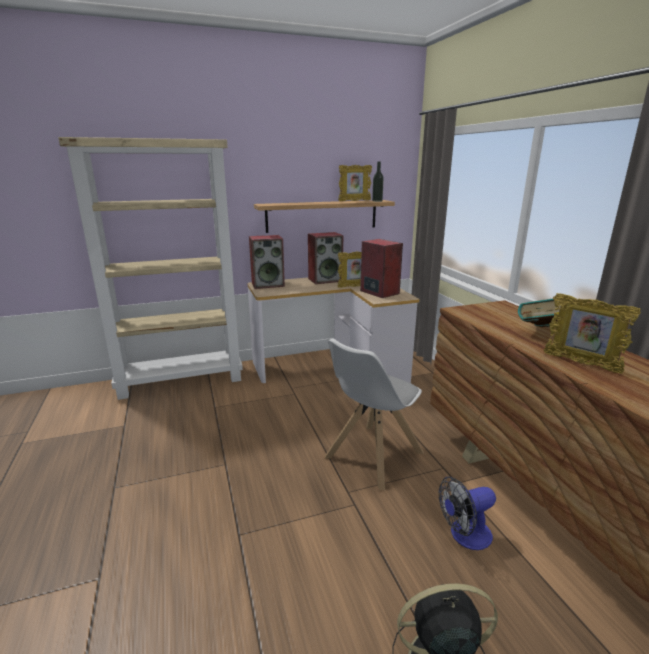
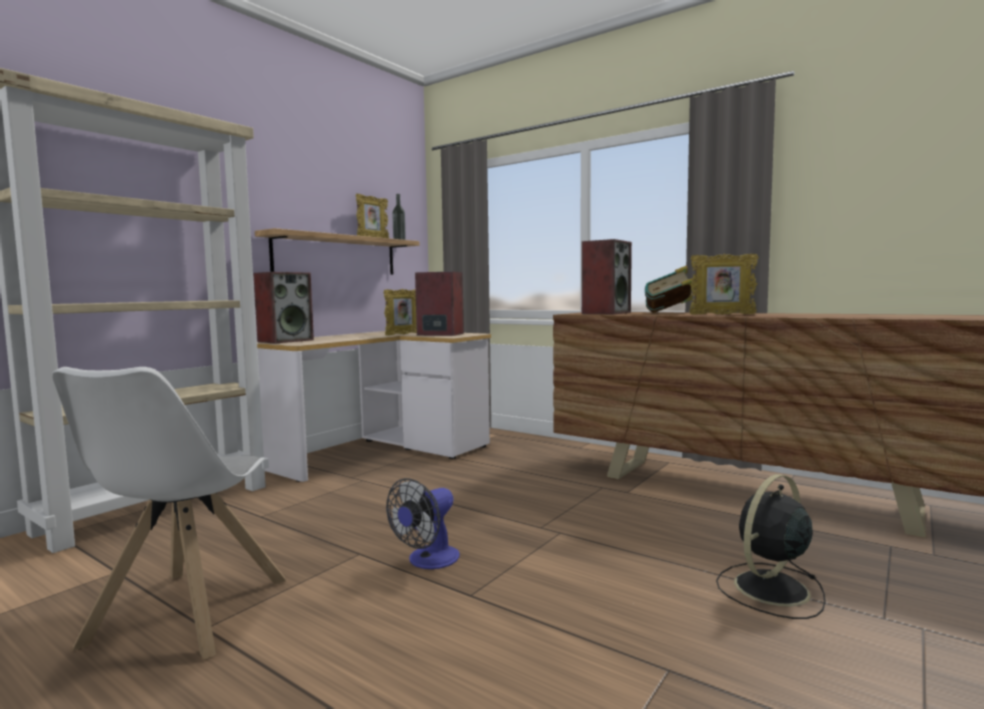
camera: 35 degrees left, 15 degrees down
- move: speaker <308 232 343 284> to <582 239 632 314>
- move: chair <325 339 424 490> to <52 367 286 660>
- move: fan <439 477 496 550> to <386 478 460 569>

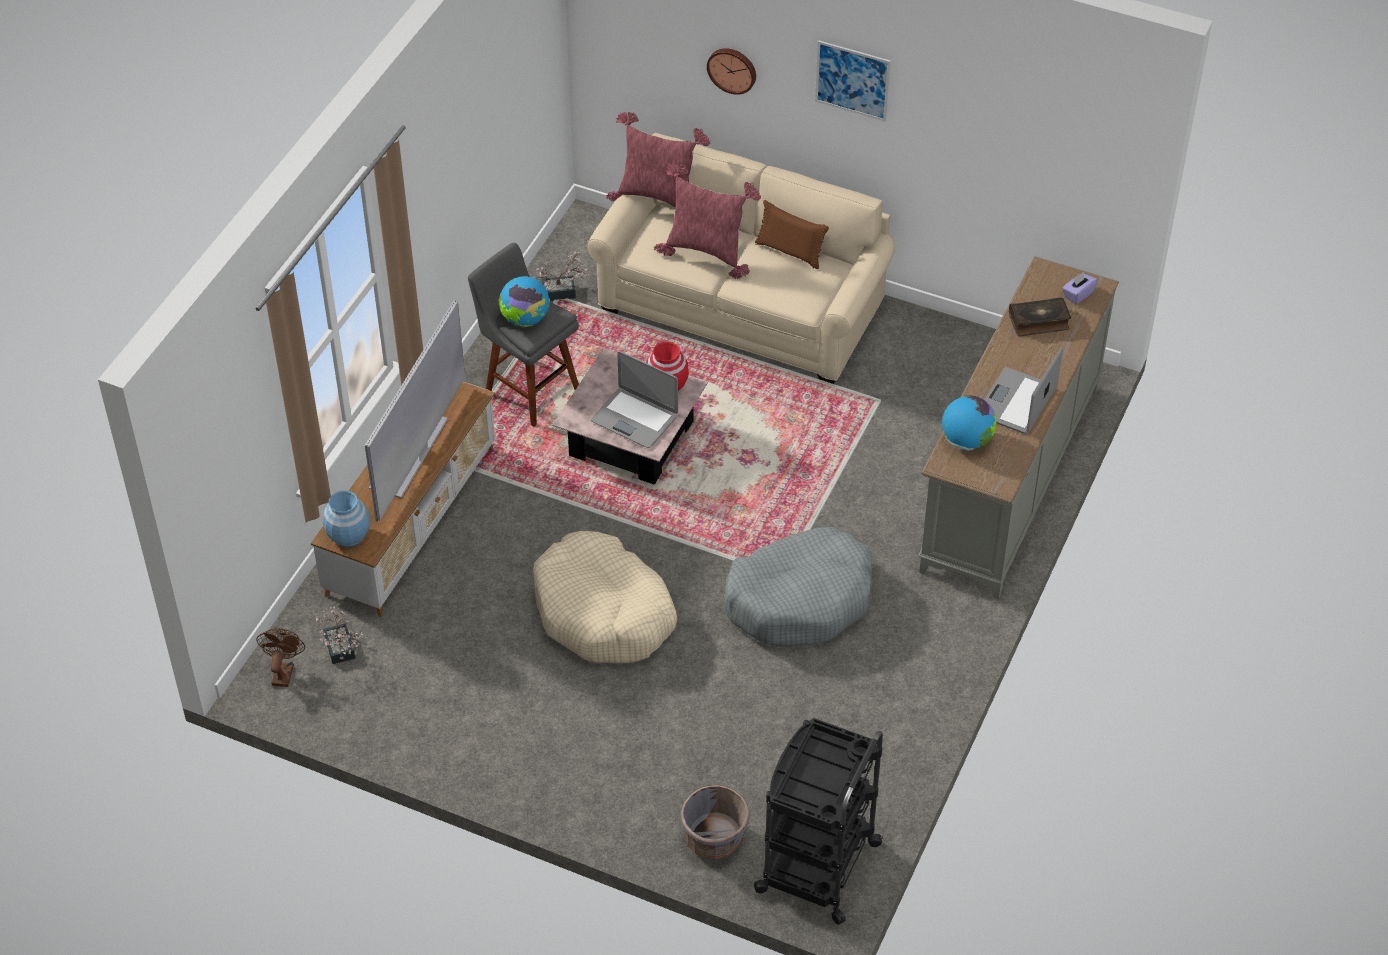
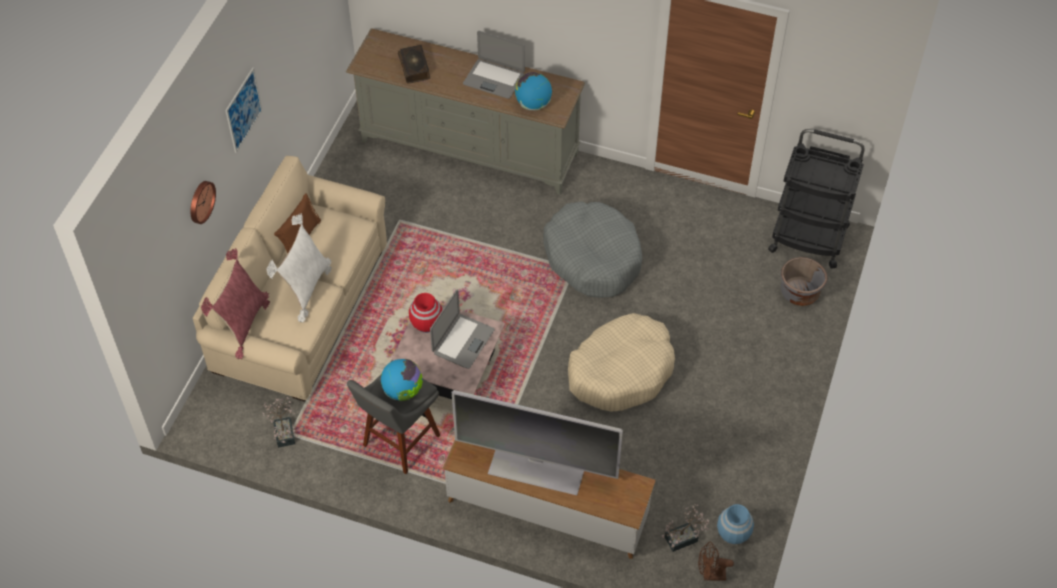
camera: 95 degrees left, 5 degrees up
- move: decorative vase/blue <323 490 370 547> to <717 504 754 544>
- recolor: throw pillow/reddish <654 163 761 280> to throw pillow/white <266 213 332 322>
- delete: tissue box/purple <1062 272 1098 304>

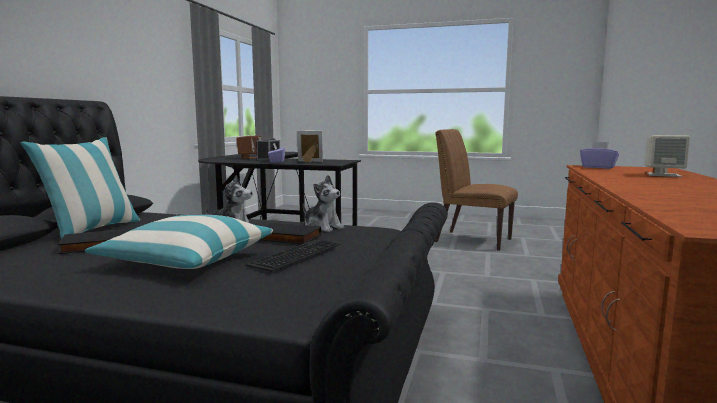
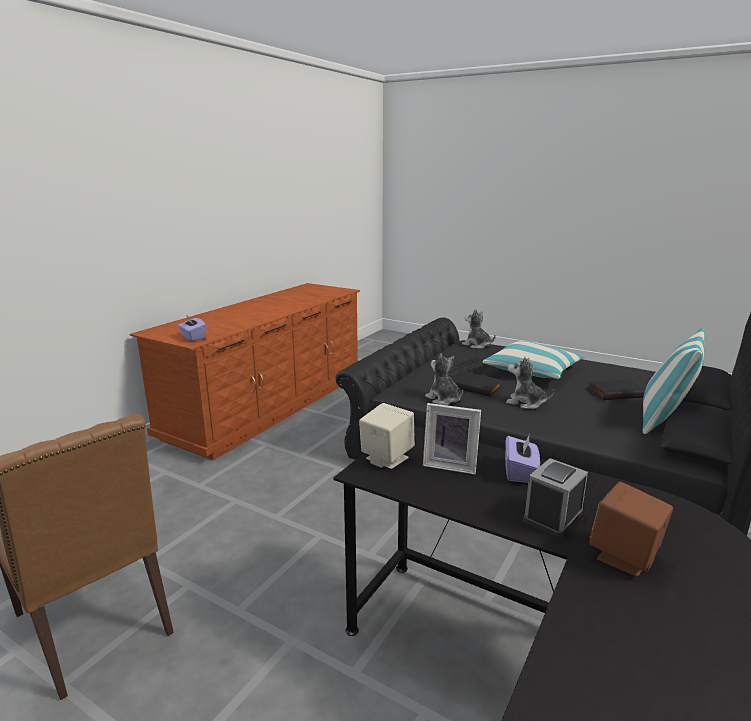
camera: 165 degrees left, 10 degrees up
- move: speaker/beige <645 135 690 177> to <359 403 415 469>
- insert: cuddly toy <462 309 496 349>

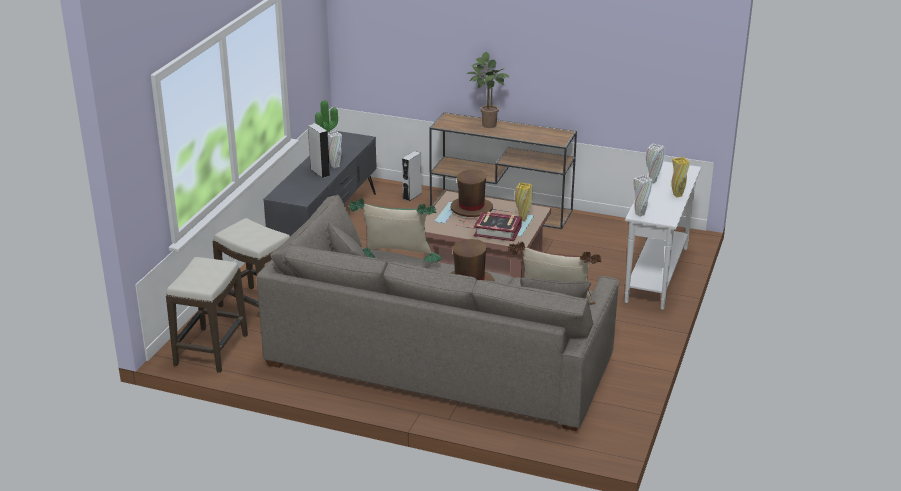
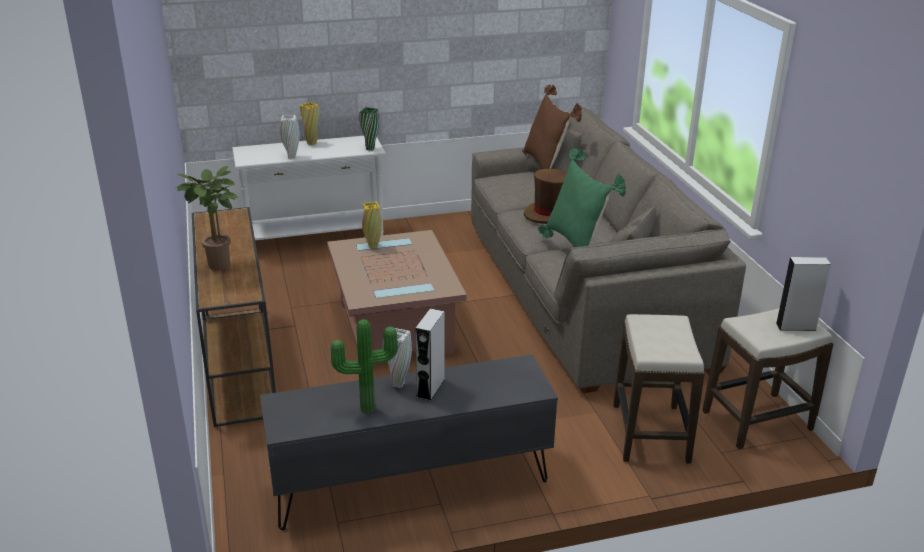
camera: 125 degrees left, 0 degrees up
- move: speaker/greyish <402 151 422 201> to <776 257 831 331>
- delete: clothing hat/brown-coloured <451 170 493 217>
- delete: book <474 212 522 241>
- recolor: decorative vase/white <633 175 653 217> to decorative vase/greenish <359 107 379 151>

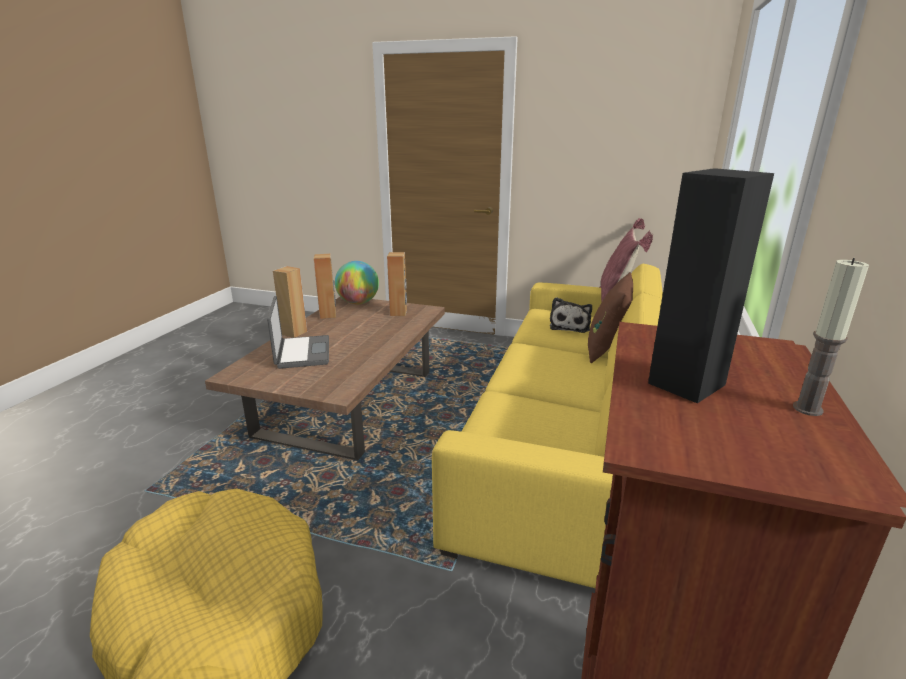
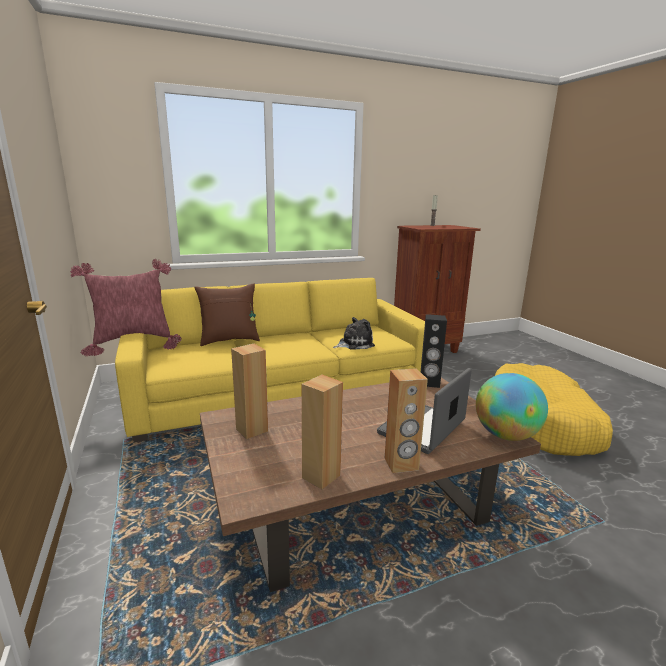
camera: 130 degrees left, 5 degrees down
- move: desk globe <335 261 379 304> to <476 373 548 441>
- move: cuddly toy <550 297 592 333> to <333 317 375 350>
- move: speaker/black-coloured <648 168 774 403> to <421 314 447 388>

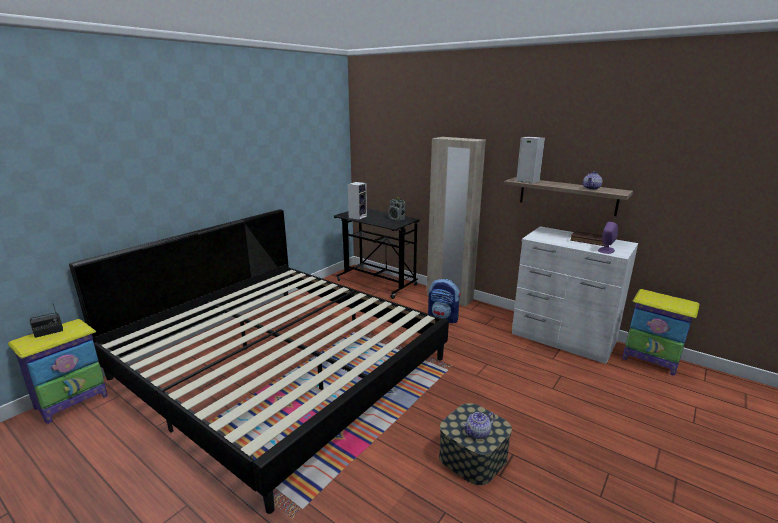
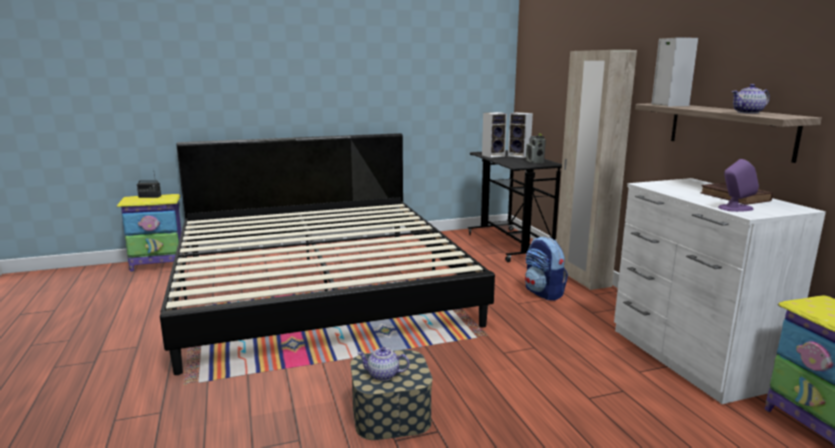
camera: 35 degrees right, 5 degrees down
- insert: speaker <508 112 533 158>

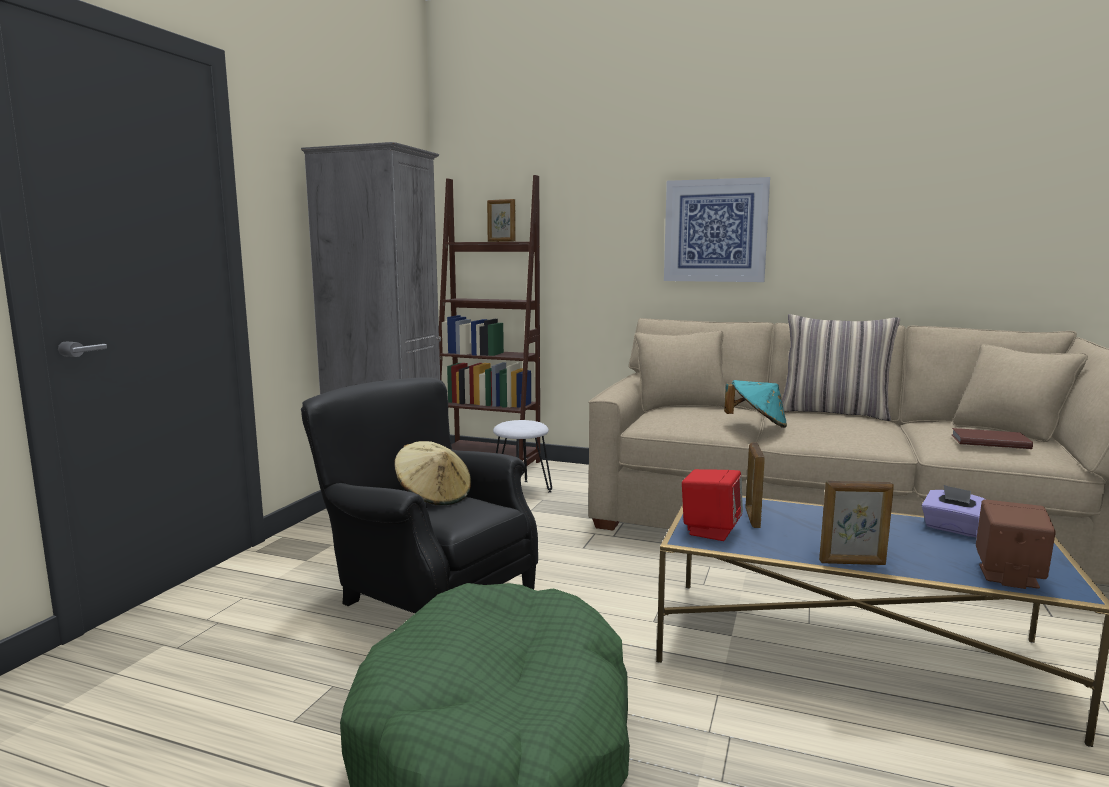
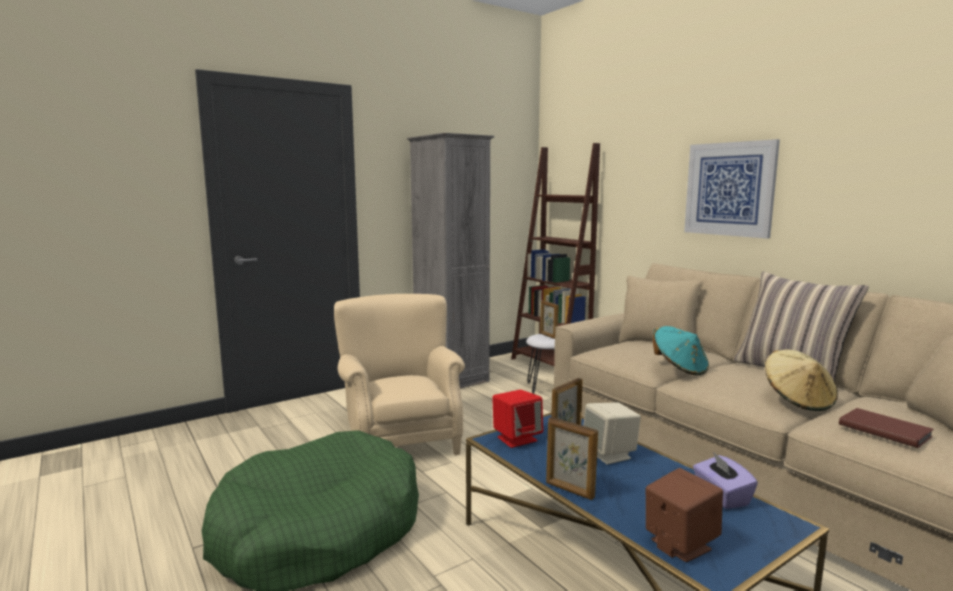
camera: 35 degrees right, 0 degrees up
- recolor: easy chair/black-coloured <301 377 538 613> to easy chair/beige <334 294 465 455>
- move: clothing hat/beige <394 441 471 505> to <765 350 838 411>
- move: photo frame <487 199 516 242> to <540 300 559 339>
- insert: speaker/beige <583 402 641 465>

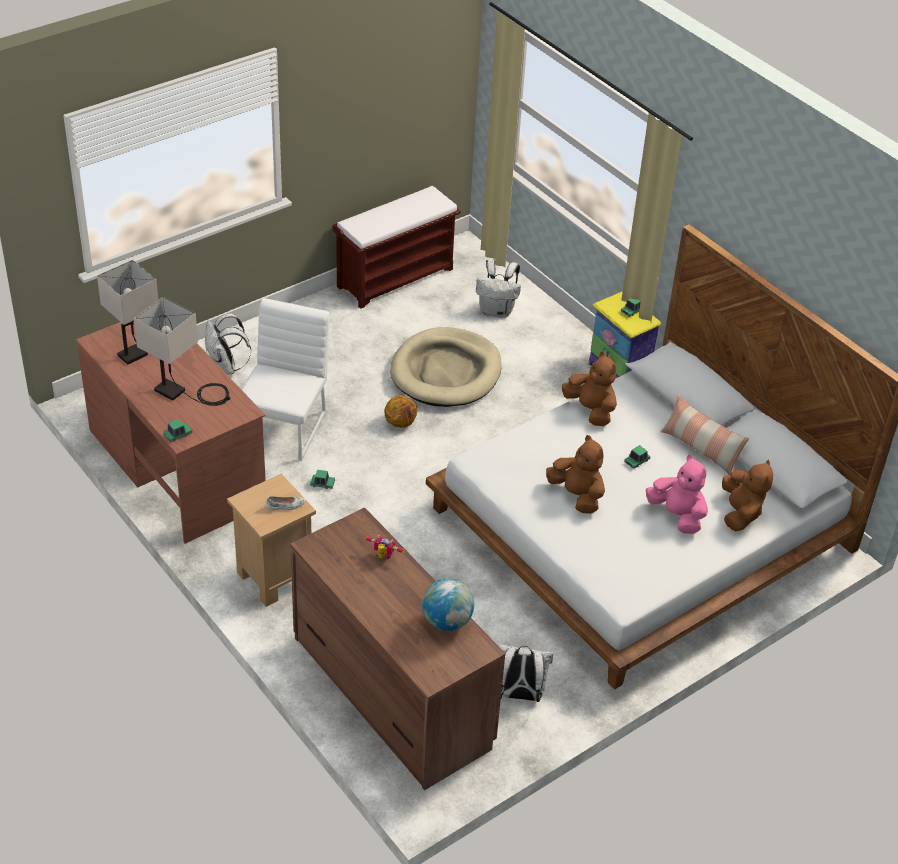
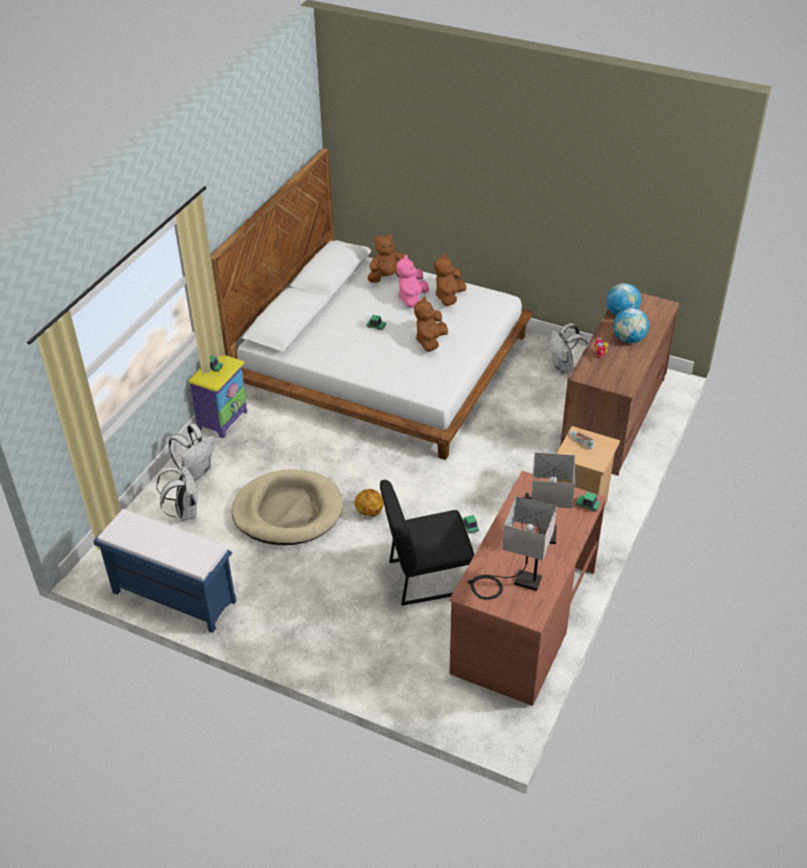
camera: 115 degrees left, 0 degrees up
- move: knapsack/white <205 313 251 375> to <169 424 214 481>
- recolor: chair/white <241 298 330 461> to chair/black-coloured <380 479 474 606>
- recolor: bench/brown-coloured <332 186 461 309> to bench/blue <93 509 236 633>
- move: cuddly toy/brown-coloured <562 352 617 426> to <434 254 467 306>
- delete: throw pillow <660 394 749 475>
- insert: desk globe <613 308 649 343>

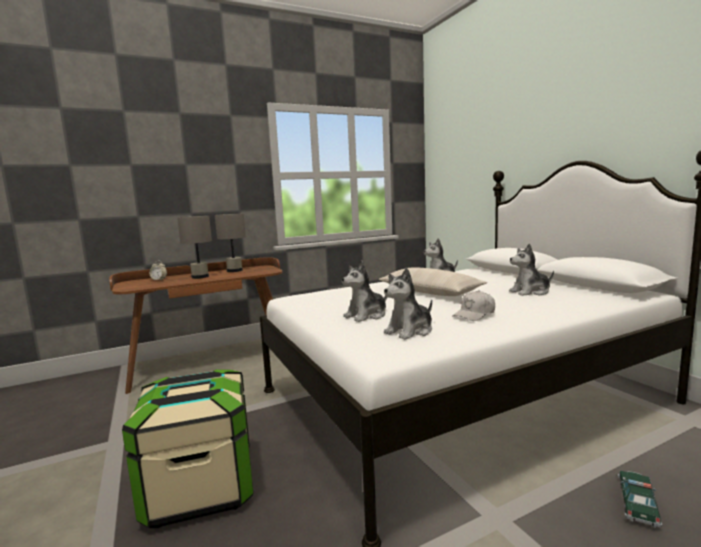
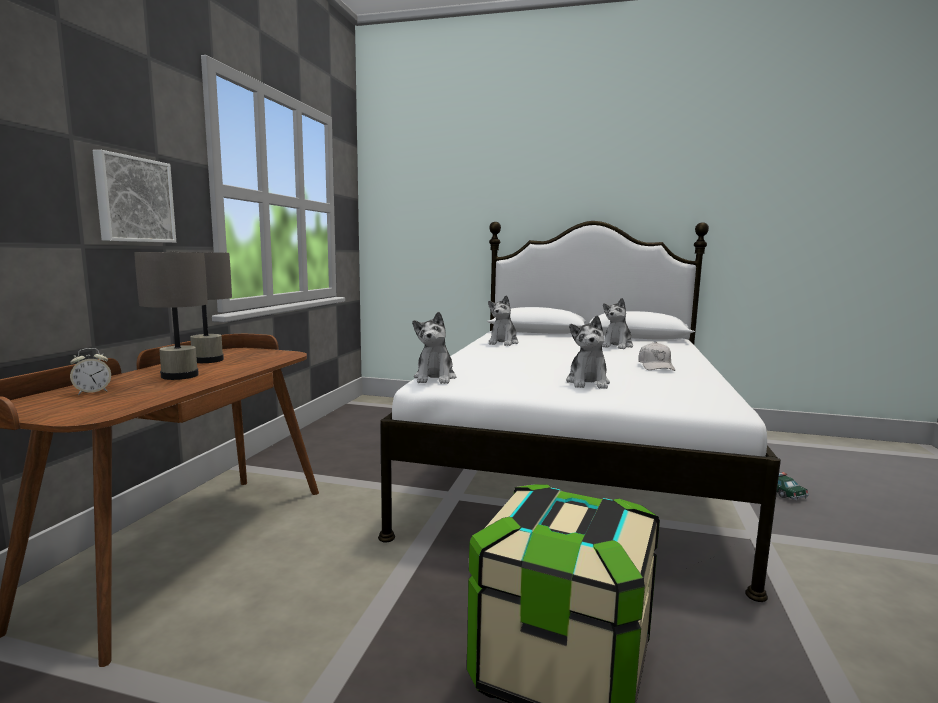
camera: 50 degrees left, 0 degrees up
- delete: throw pillow/beige <379 267 487 296>
- move: cuddly toy <384 268 432 340> to <412 312 456 384>
- insert: wall art <93 150 176 243>

